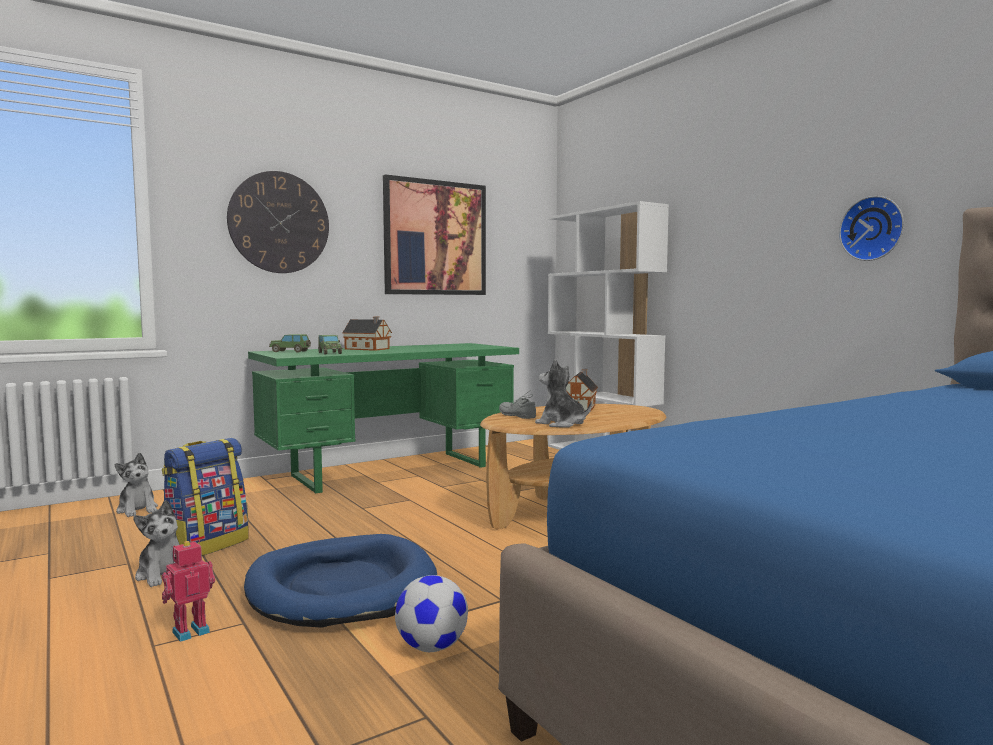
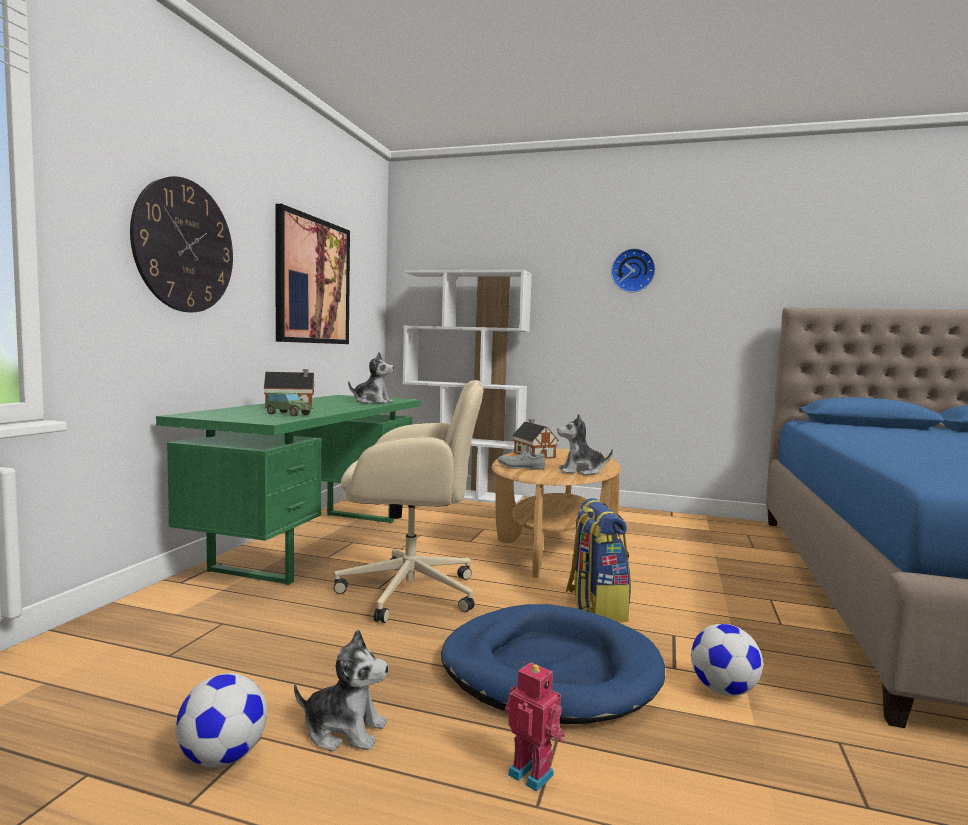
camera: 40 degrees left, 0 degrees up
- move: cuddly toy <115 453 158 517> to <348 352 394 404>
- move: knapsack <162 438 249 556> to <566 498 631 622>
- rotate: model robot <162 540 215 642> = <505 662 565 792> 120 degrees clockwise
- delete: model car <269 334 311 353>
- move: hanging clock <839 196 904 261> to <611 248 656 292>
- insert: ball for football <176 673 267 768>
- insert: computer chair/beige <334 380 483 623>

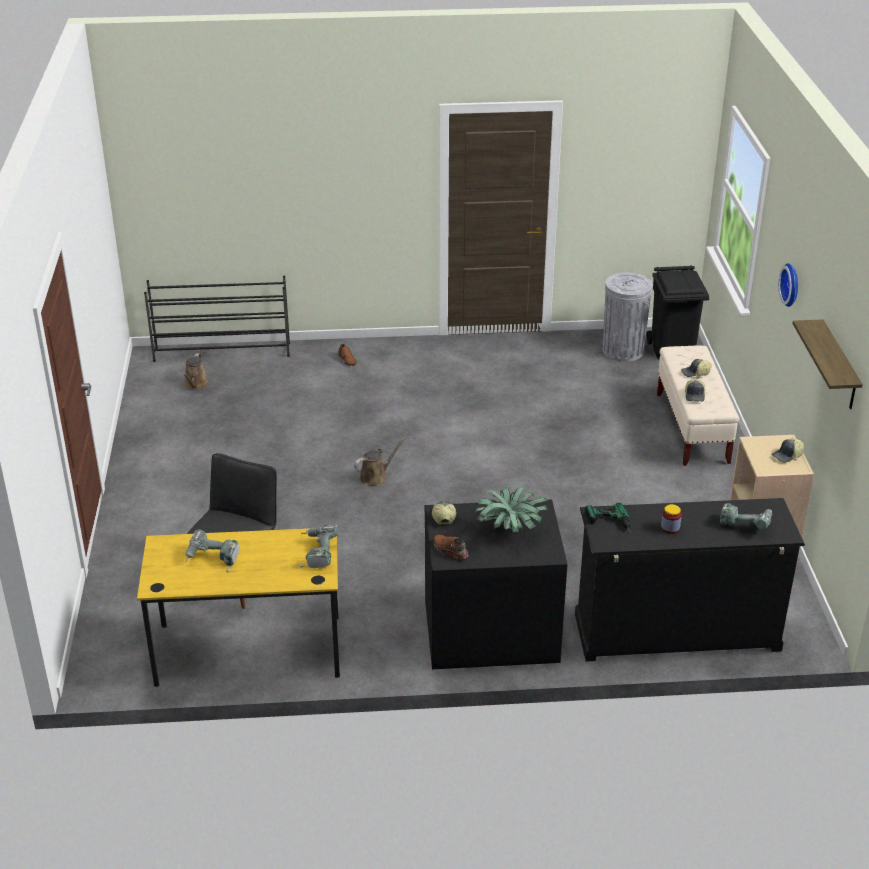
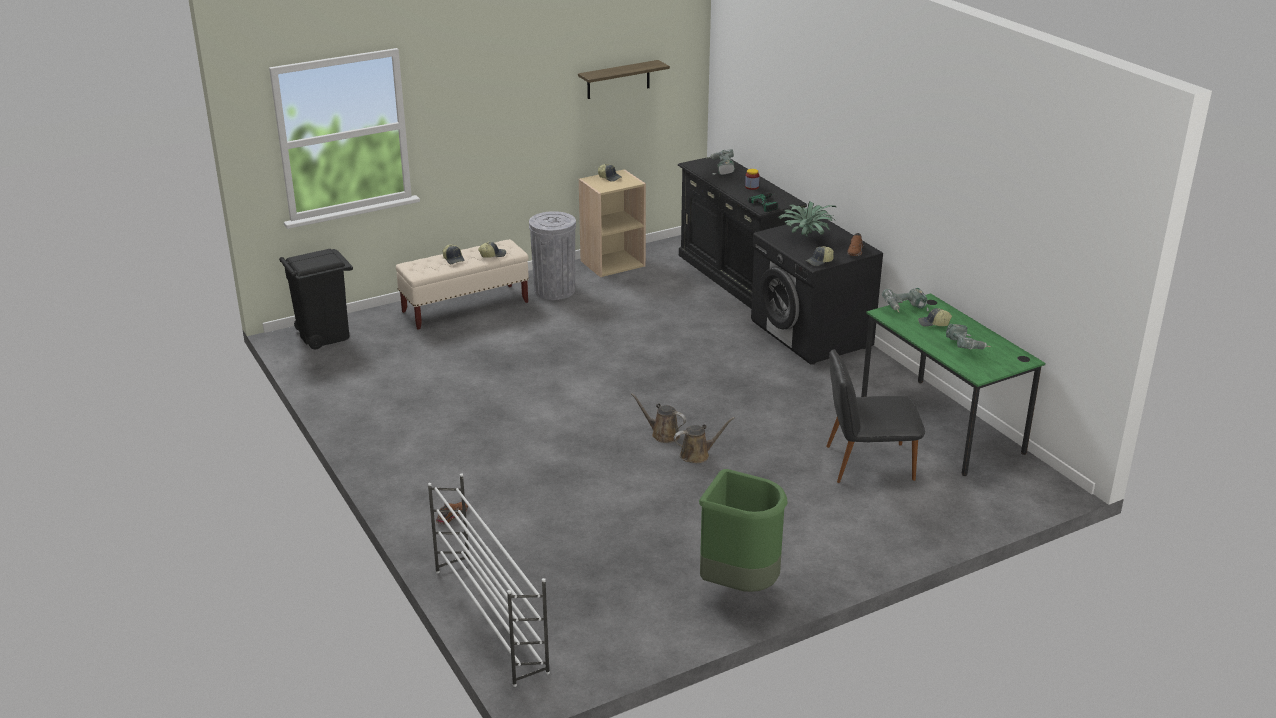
camera: 115 degrees left, 5 degrees down
- recolor: desk unit/yellow-coloured <137 528 340 687> to desk unit/greenish <861 293 1045 476>
- recolor: shoe rack/black-coloured <144 275 290 362> to shoe rack/white <428 473 550 687>
- move: watering pot/brown-coloured <183 353 209 390> to <674 417 735 463>
- move: trash can/greyish <603 272 653 362> to <529 211 576 300>
- delete: hanging clock <779 263 798 307>
- insert: trash can/greenish <699 469 788 592>
- insert: baseball cap <918 308 952 326>

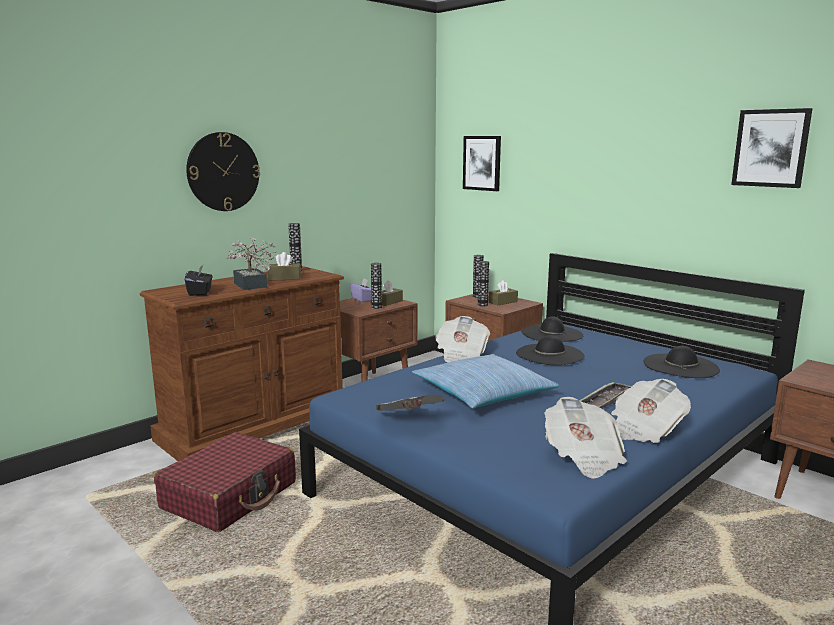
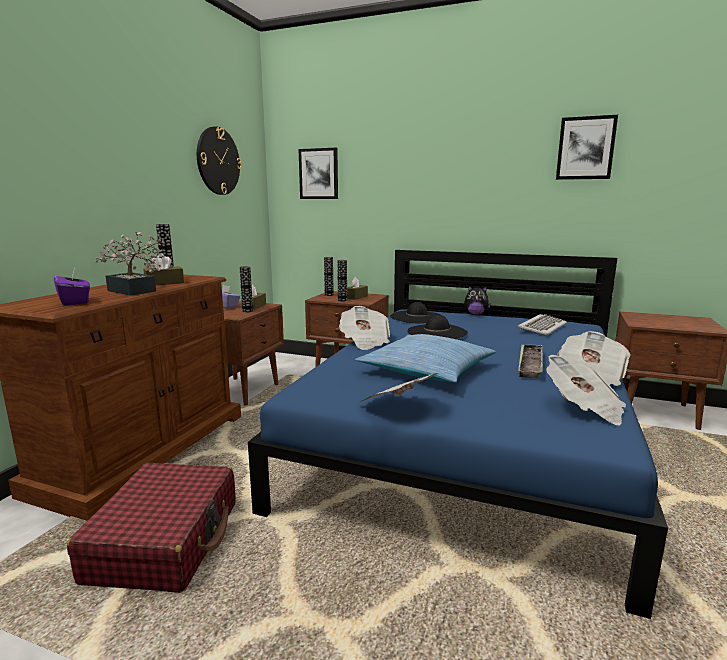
camera: 25 degrees left, 0 degrees up
- recolor: tissue box/black-coloured <185 264 213 296> to tissue box/purple <54 267 90 306>
- move: hanging clock <186 132 260 211> to <197 126 242 195>
- replace: clothing hat/black-coloured <644 346 720 378> to PC keyboard <518 314 567 335>
- insert: cuddly toy <464 286 491 315>

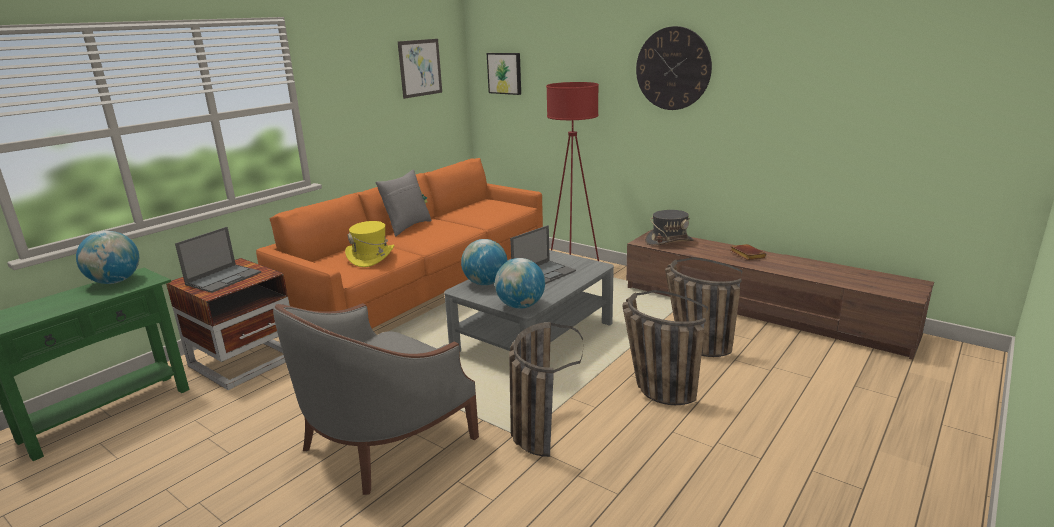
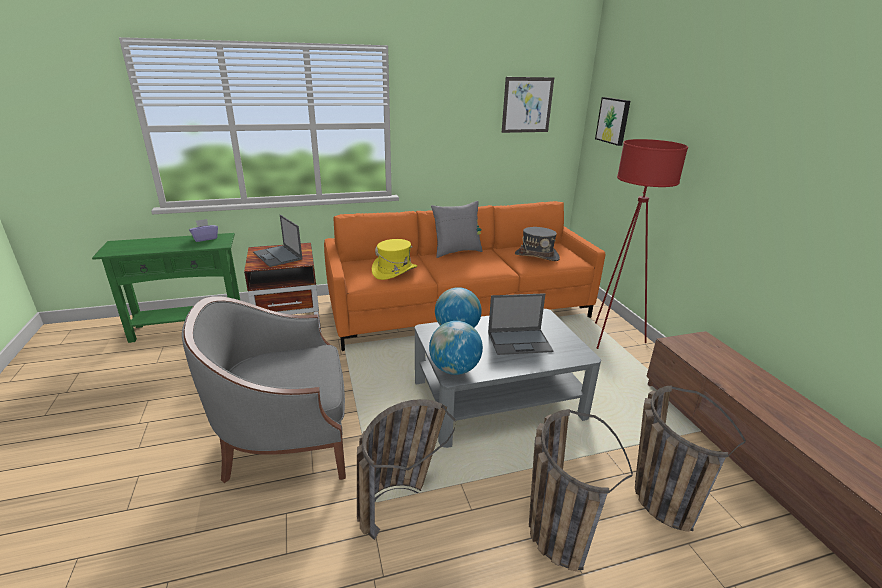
camera: 35 degrees right, 5 degrees up
- replace: desk globe <76 231 139 284> to tissue box/purple <189 219 218 242>
- rotate: laptop <175 227 261 293> = <253 215 302 267> 75 degrees clockwise
- delete: hanging clock <636 26 712 110>
- move: clothing hat/greyish <645 210 694 246> to <515 227 560 261>
- delete: book/brown-coloured <730 244 767 260>

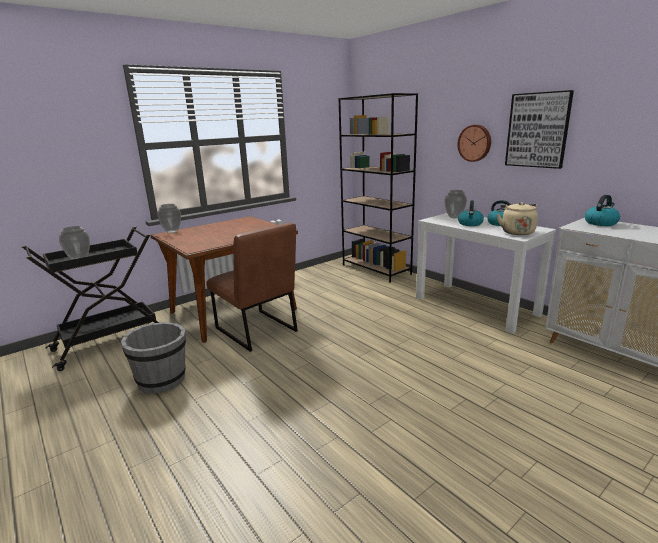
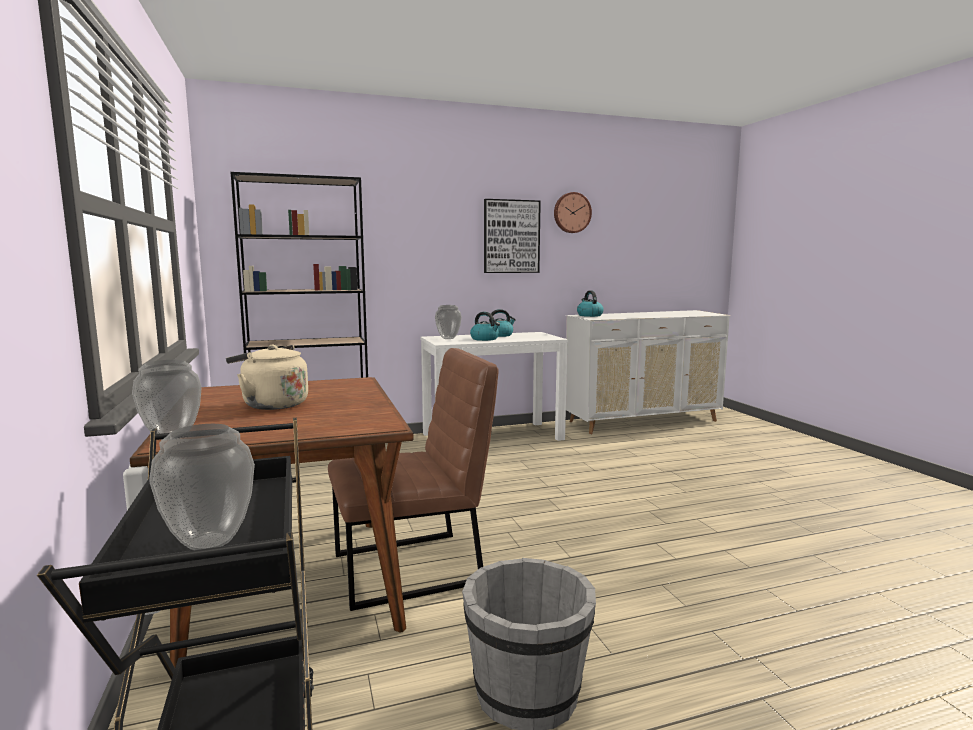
camera: 70 degrees left, 10 degrees down
- move: hanging clock <457 125 491 162> to <554 192 592 233>
- move: water kettle/beige <497 202 538 235> to <226 344 308 410>

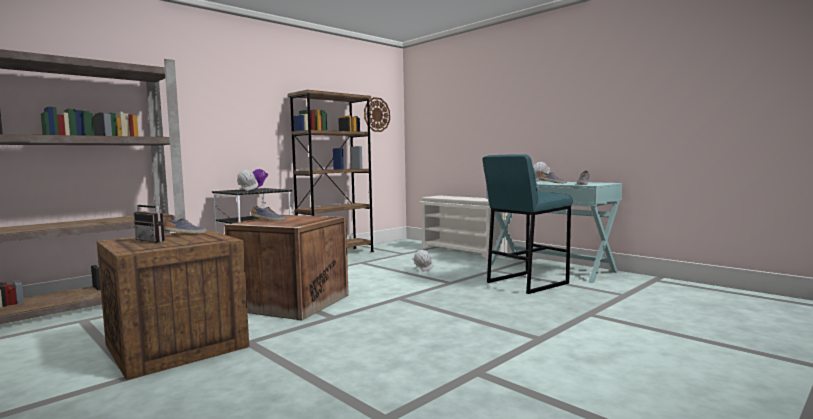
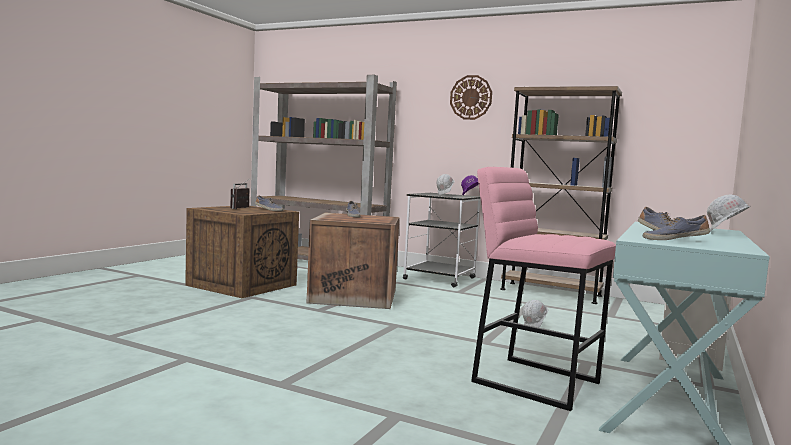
camera: 70 degrees right, 0 degrees up
- move: hanging clock <364 97 390 132> to <450 75 492 120>
- recolor: sitting stool/turquoise-coloured <482 154 572 294> to sitting stool/pinkish <471 167 616 411>

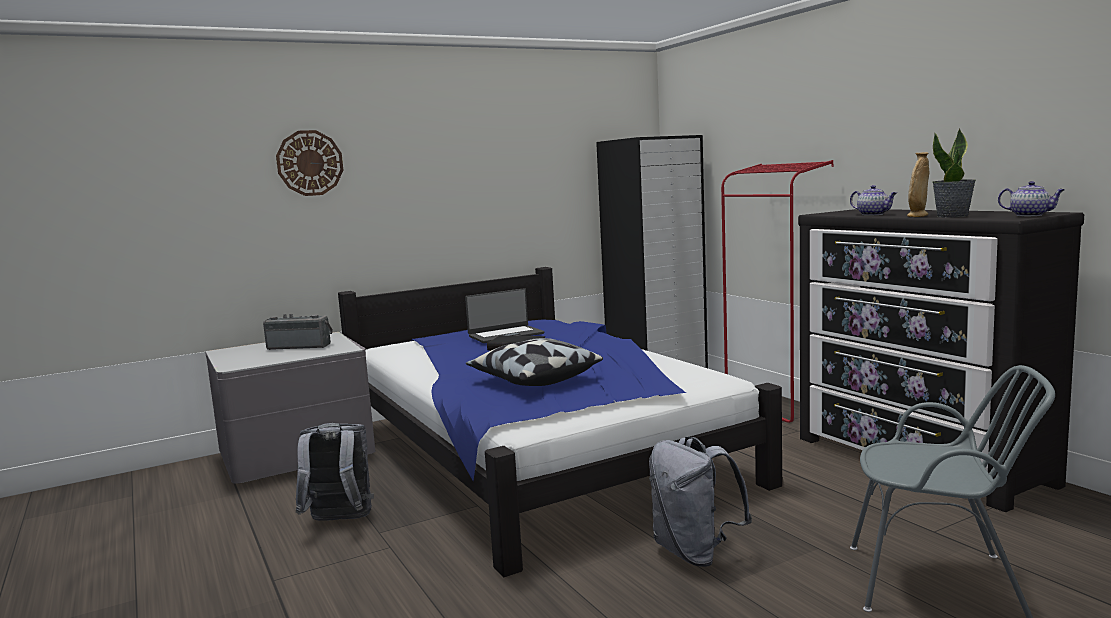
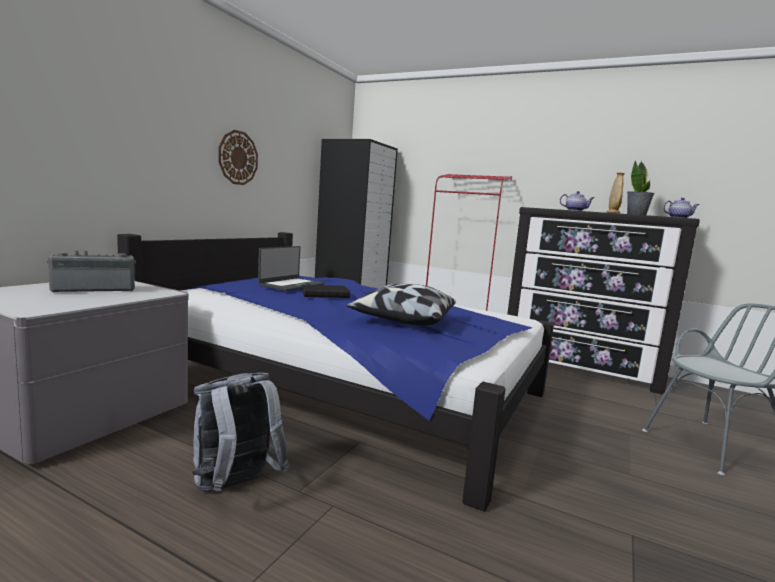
camera: 35 degrees left, 0 degrees up
- move: hanging clock <276 130 343 196> to <218 130 258 185>
- delete: knapsack/greyish <649 437 752 567>

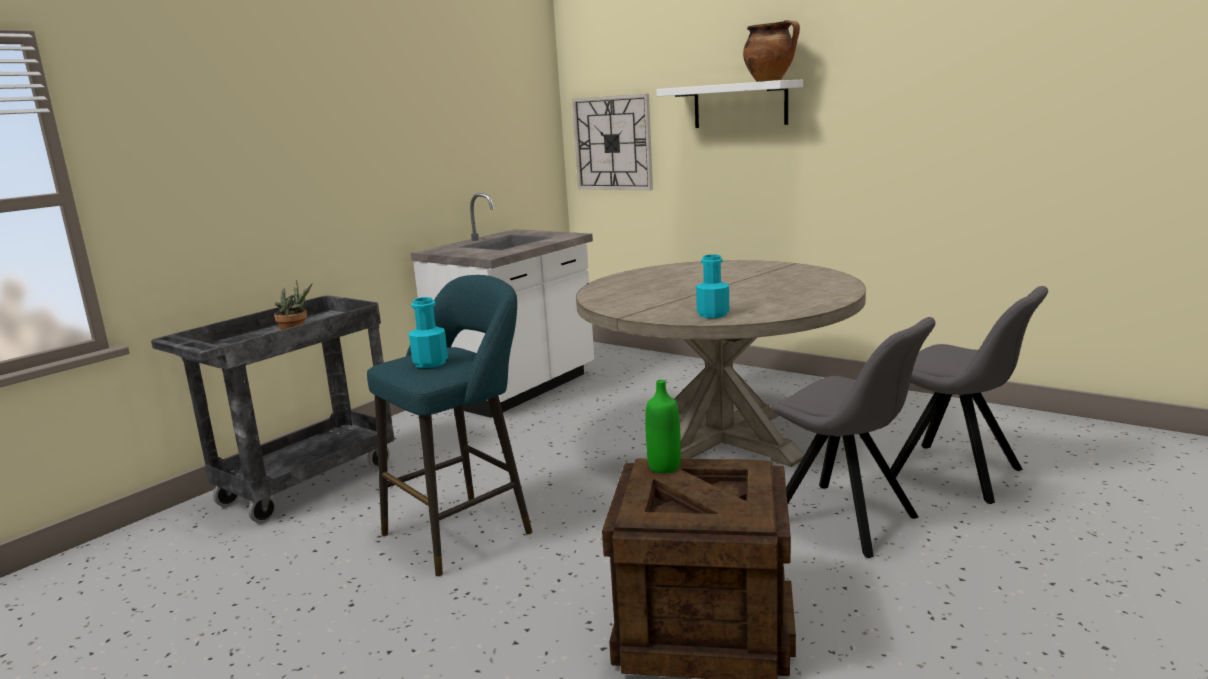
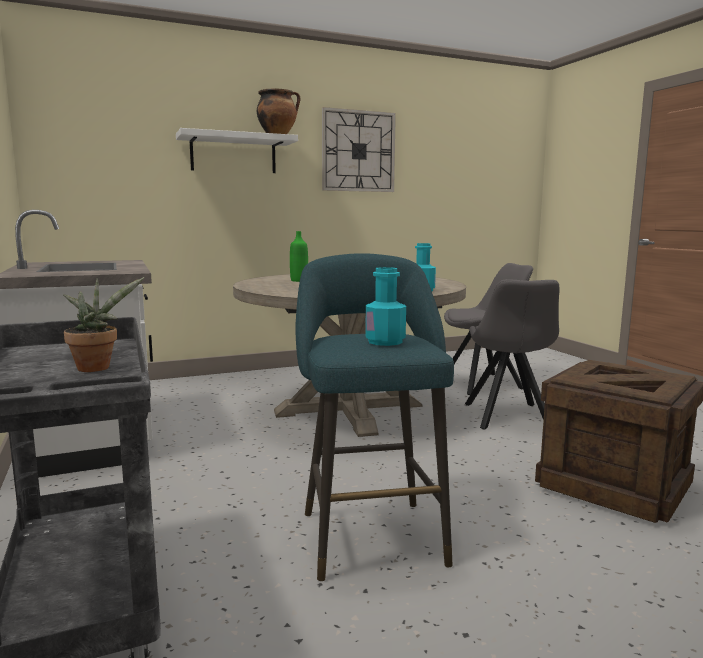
camera: 60 degrees left, 5 degrees down
- move: hanging clock <572 94 653 190> to <322 107 396 192>
- move: drink bottle/greenish <645 380 681 473> to <290 231 308 282>
- rotate: chair/greyish <771 317 935 558> = <465 279 560 429> 105 degrees clockwise

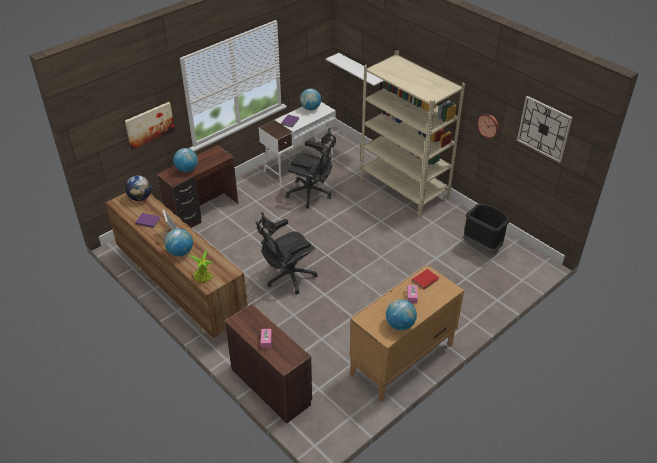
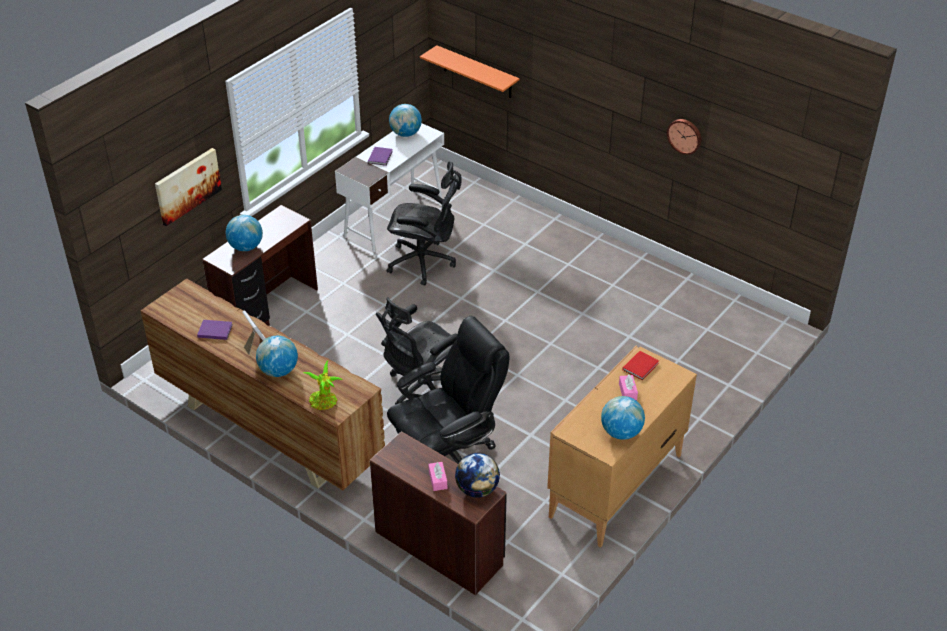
camera: 10 degrees left, 0 degrees up
- move: desk globe <125 175 151 201> to <455 453 500 498>
- recolor: bracket shelf/white <326 53 384 90> to bracket shelf/orange-coloured <420 45 520 98>
- delete: shelving unit/beige <360 50 465 218>
- delete: trash can/black-coloured <463 204 509 254>
- delete: hanging clock <517 96 573 163>
- insert: computer chair/black-coloured <387 316 509 464>

